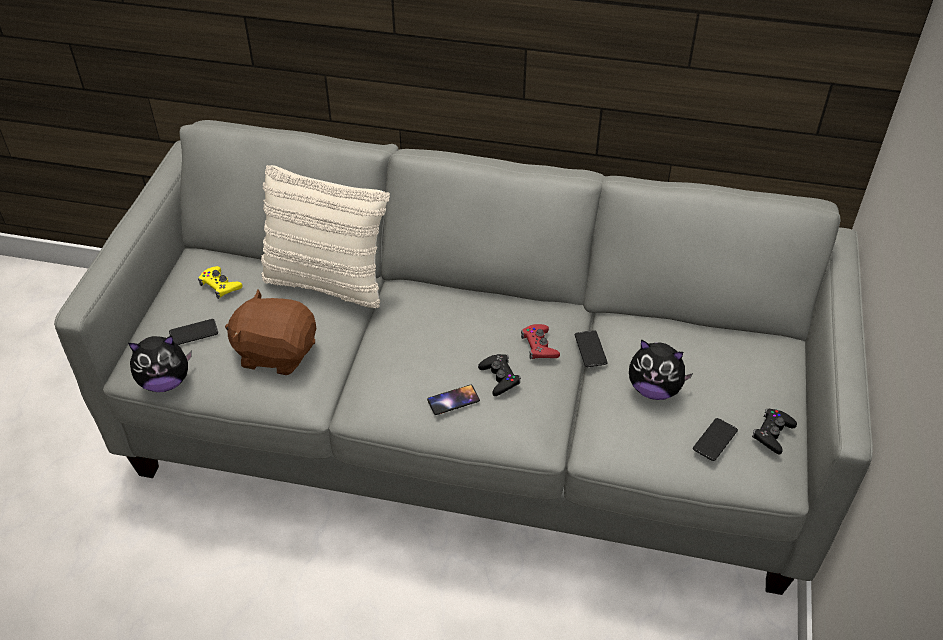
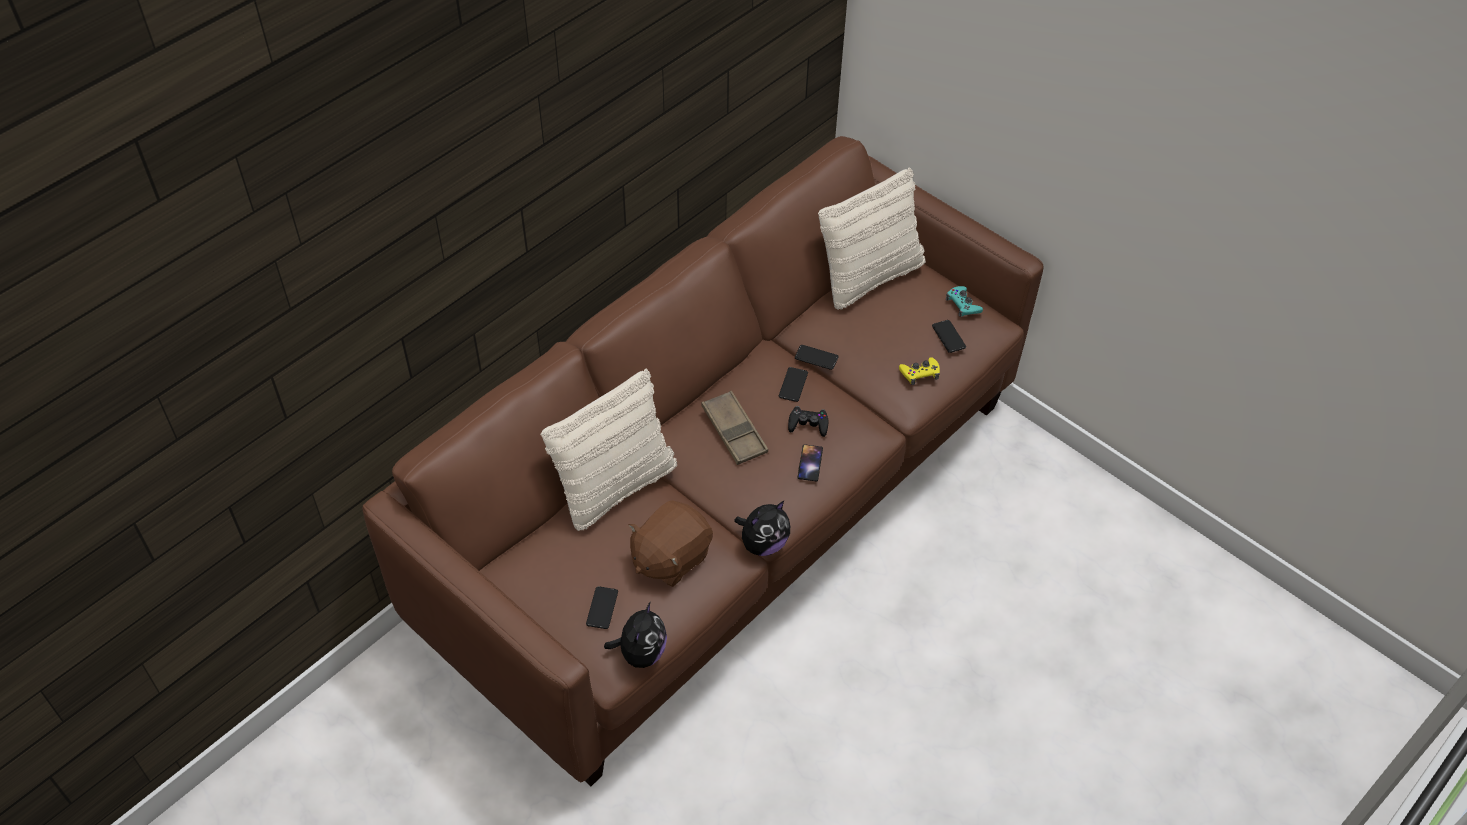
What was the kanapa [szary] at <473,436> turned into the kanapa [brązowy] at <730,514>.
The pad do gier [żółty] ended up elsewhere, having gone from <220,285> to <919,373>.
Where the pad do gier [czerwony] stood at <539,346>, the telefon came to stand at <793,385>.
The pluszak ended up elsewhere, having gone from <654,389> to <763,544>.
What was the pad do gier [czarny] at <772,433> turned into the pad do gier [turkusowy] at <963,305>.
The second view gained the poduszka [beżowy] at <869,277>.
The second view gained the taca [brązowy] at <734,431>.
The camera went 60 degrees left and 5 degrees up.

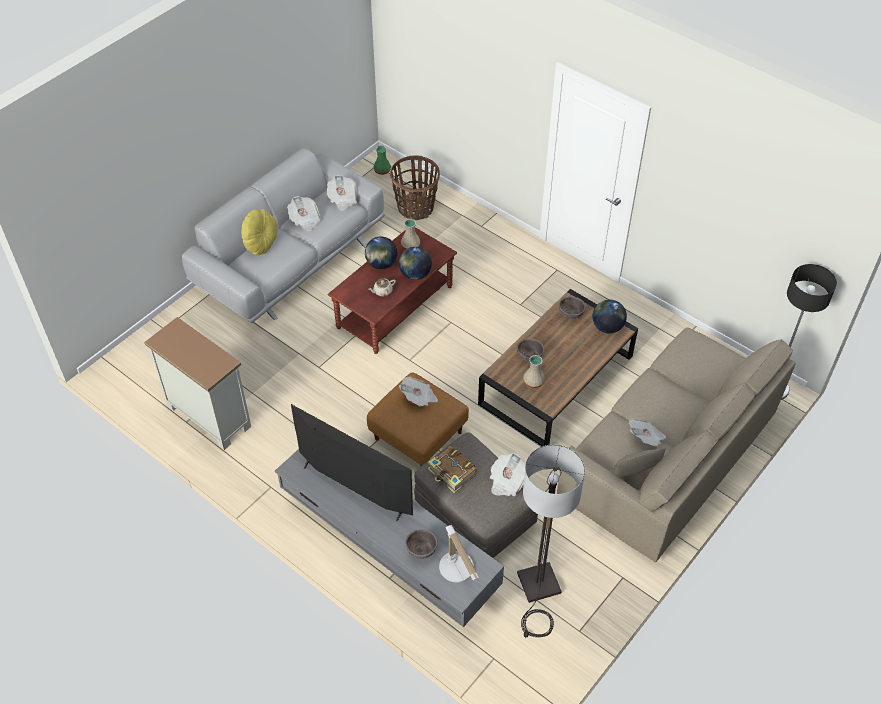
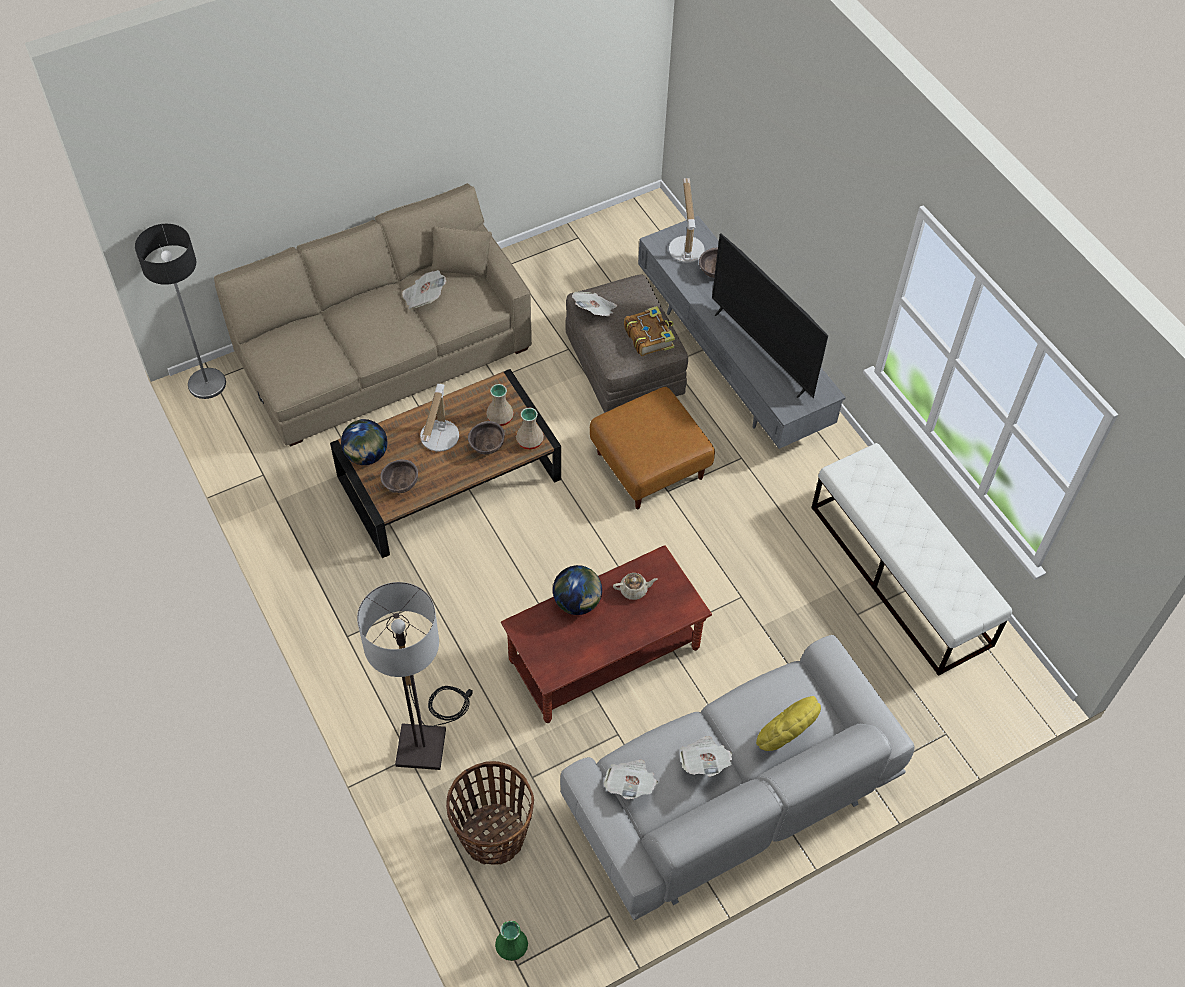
The wazon [beżowy] ended up elsewhere, having gone from <411,246> to <529,441>.
The second view lost the globus at <381,264>.
Where the komoda [biały] stood at <209,416>, the ławka [biały] came to stand at <900,575>.
The second view lost the gazeta at <419,398>.
The lampa stojąca ended up elsewhere, having gone from <538,595> to <429,735>.
The second view gained the lampa stołowa at <438,441>.
The camera went 160 degrees left and 5 degrees up.

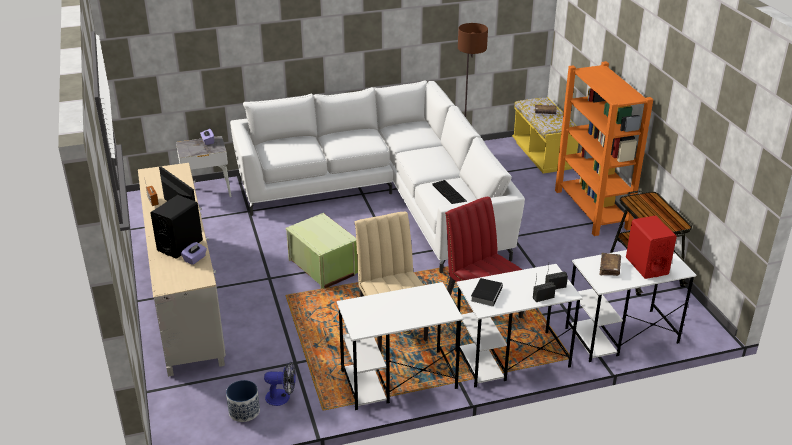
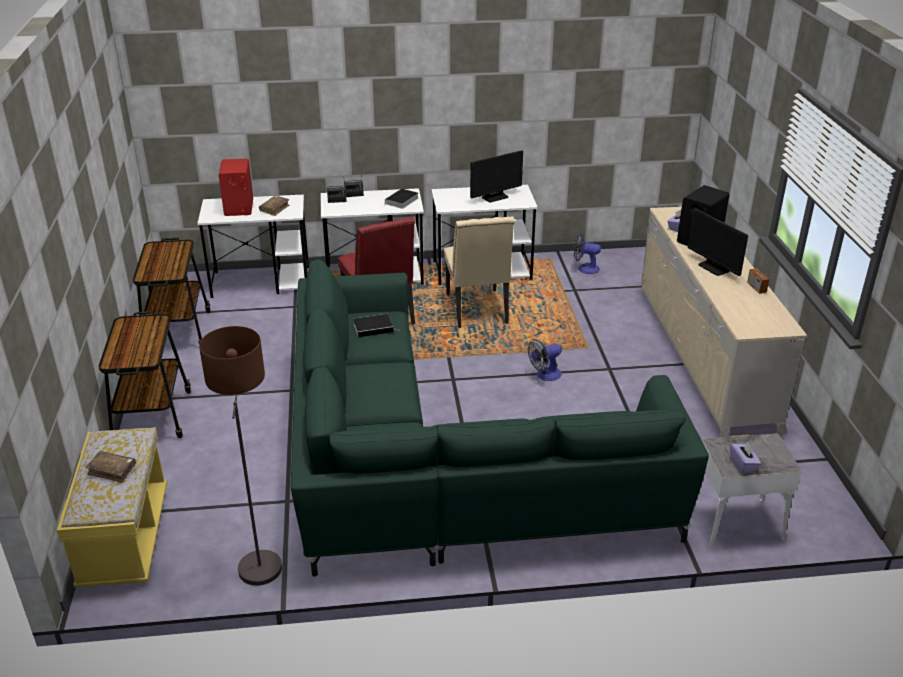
Where the regał [pomarańczowy] stood at <592,209>, the wózek came to stand at <152,418>.
What was the kanapa [biały] at <388,198> turned into the kanapa [zielony] at <436,472>.
Where the klawiatura stood at <450,194>, the książka came to stand at <374,327>.
Where the pojemnik do przechowywania [zielony] stood at <322,267>, the wentylator came to stand at <544,375>.
The second view lost the donica at <244,411>.
The second view gained the monitor at <495,197>.
The camera went 170 degrees left and 0 degrees up.

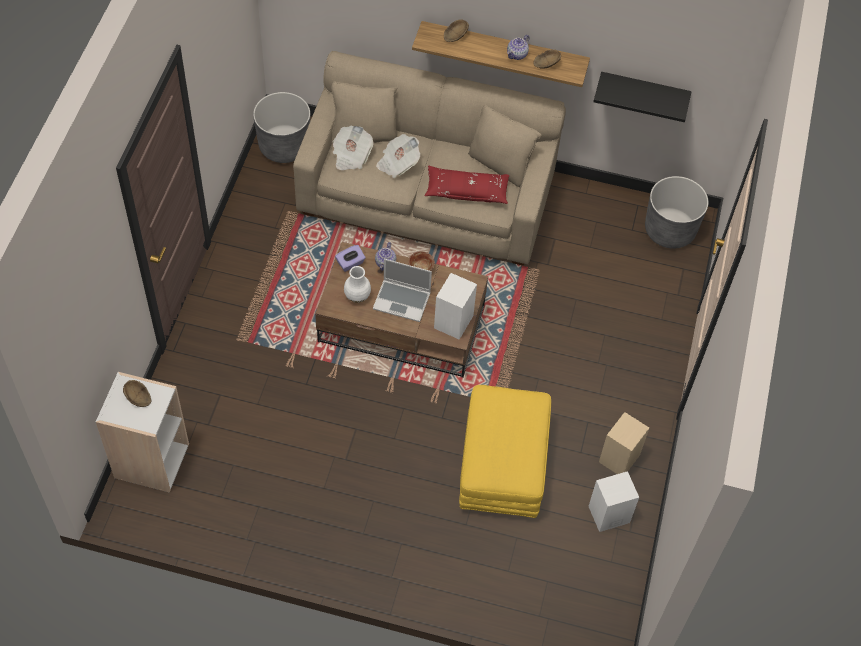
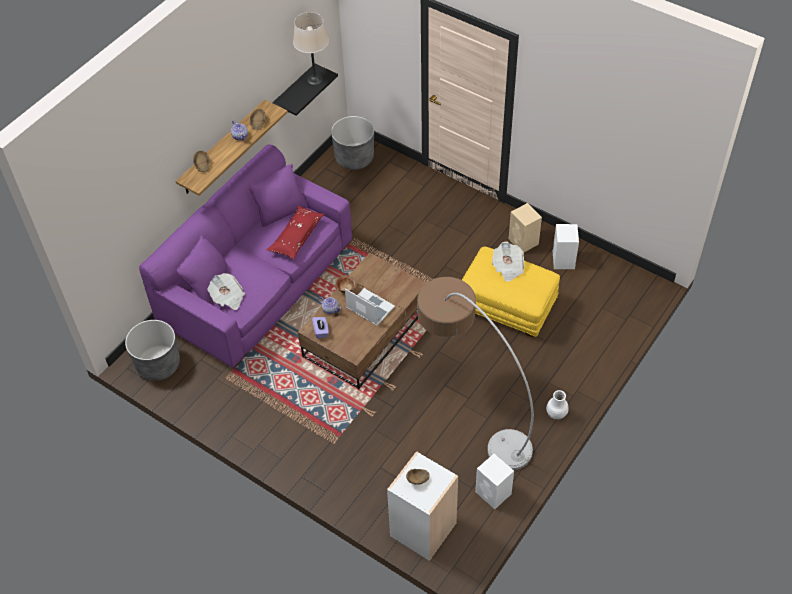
What was the kanapa [beżowy] at <426,198> turned into the kanapa [fioletowy] at <258,286>.
The gazeta ended up elsewhere, having gone from <397,163> to <508,268>.
The laptop at <402,301> ended up facing another way, 90 degrees counterclockwise from before.
The wazon [biały] ended up elsewhere, having gone from <357,296> to <556,413>.
The głośnik [biały] ended up elsewhere, having gone from <453,322> to <494,493>.
The second view gained the lampa stołowa [beżowy] at <315,79>.
The second view gained the lampa stojąca at <471,408>.
The camera went 65 degrees left and 5 degrees down.

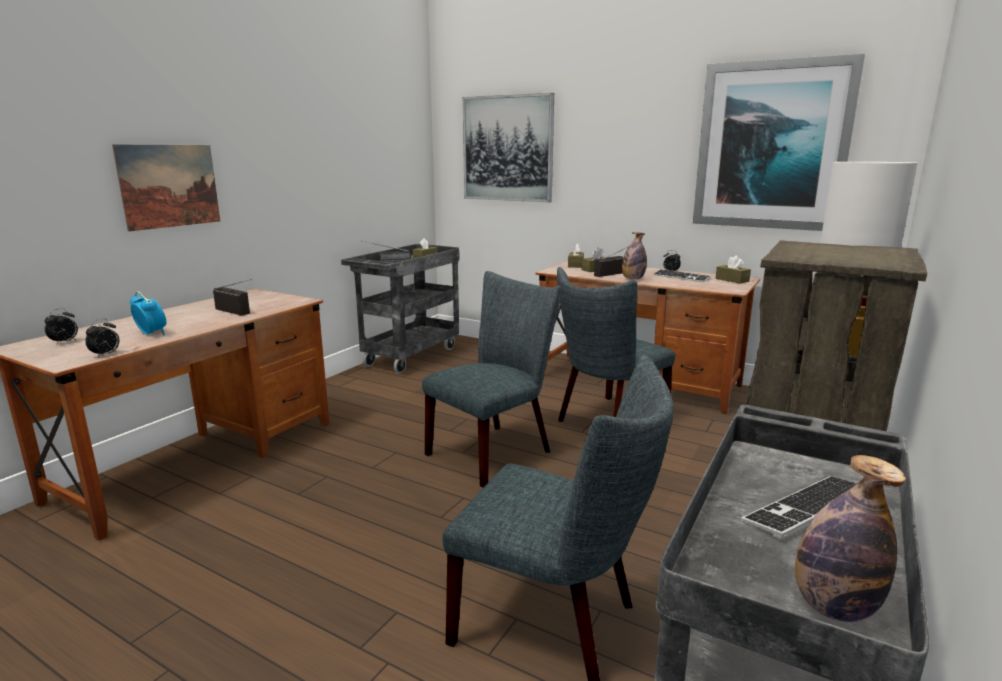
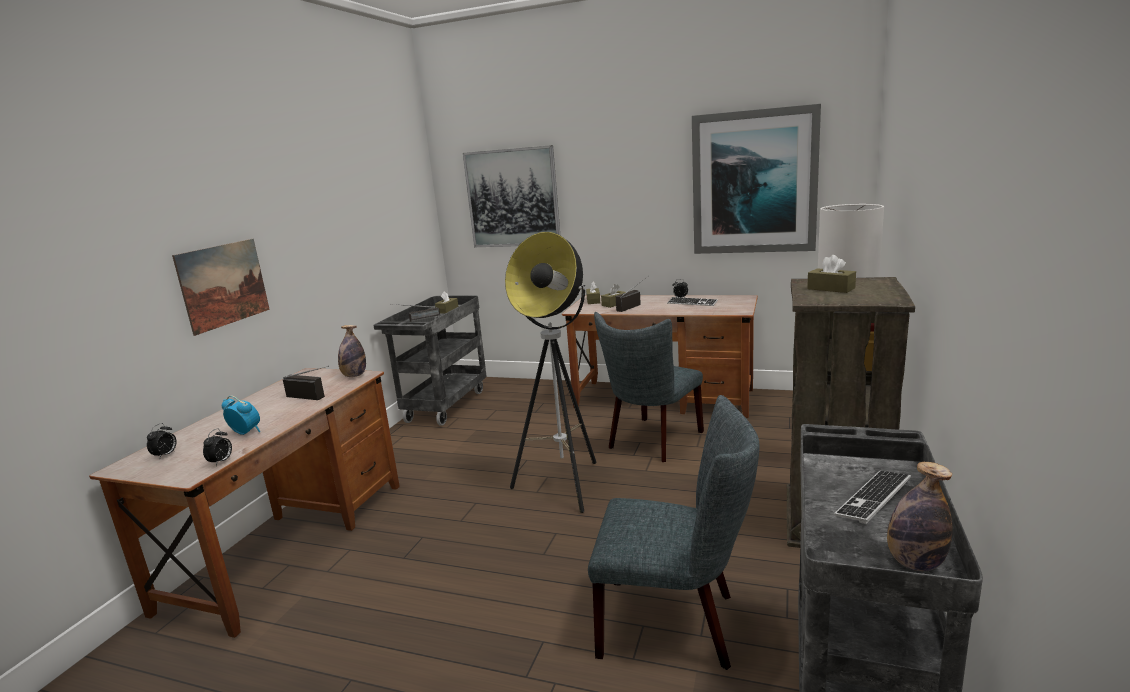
The butelka ended up elsewhere, having gone from <633,279> to <354,376>.
The pudełko chusteczek [brązowy] ended up elsewhere, having gone from <732,280> to <831,288>.
Where the krzesło [szary] stood at <495,451>, the lampa stojąca came to stand at <565,485>.
The camera went 10 degrees left and 0 degrees up.

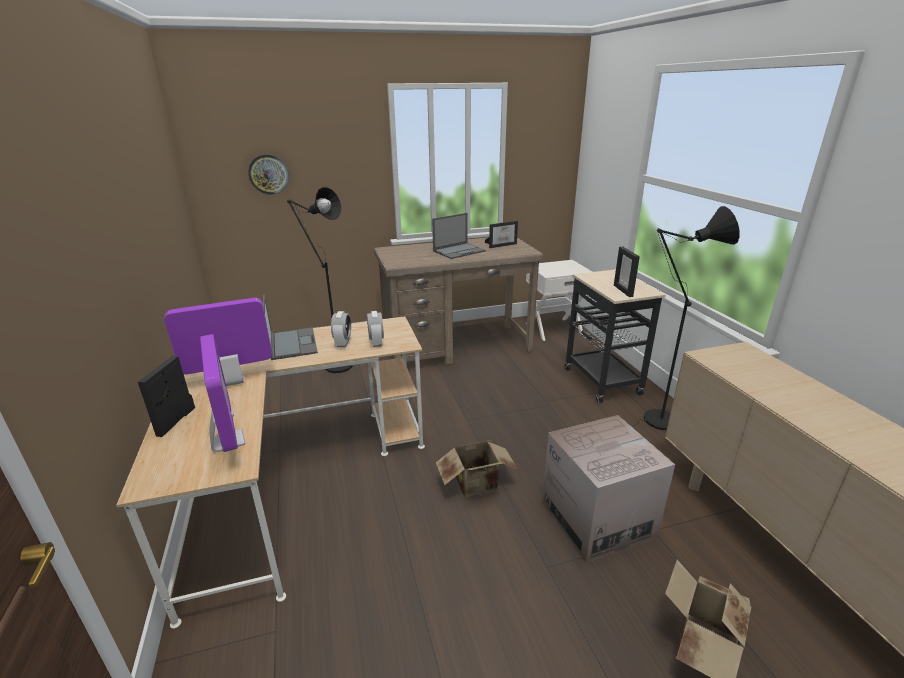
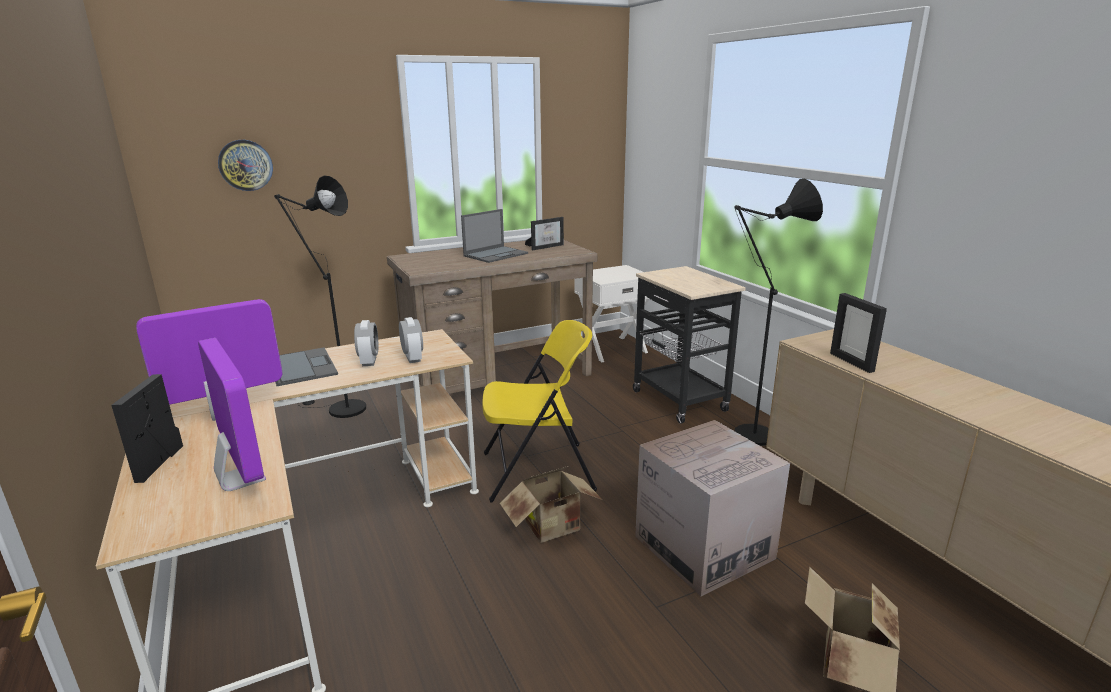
The ramka na zdjęcie ended up elsewhere, having gone from <623,290> to <852,362>.
The second view gained the krzesło [żółty] at <537,471>.
The camera went 10 degrees left and 5 degrees down.

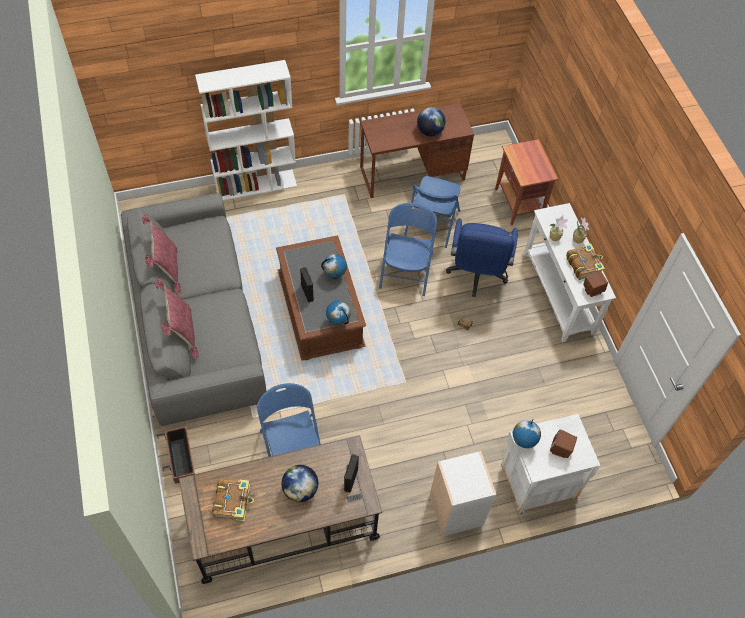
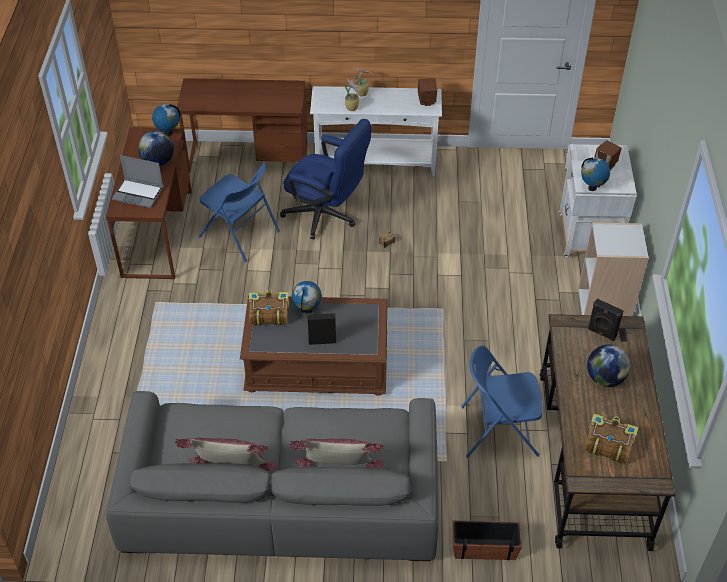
The second view lost the regał [biały] at <256,185>.
Where the szafka nocna stood at <519,204>, the biurko [brązowy] came to stand at <248,158>.
The second view lost the krzesło [niebieski] at <406,271>.
The książka ended up elsewhere, having gone from <583,265> to <268,312>.
The globus ended up elsewhere, having gone from <338,322> to <168,133>.
The second view gained the laptop at <139,193>.
The camera went 70 degrees left and 10 degrees down.

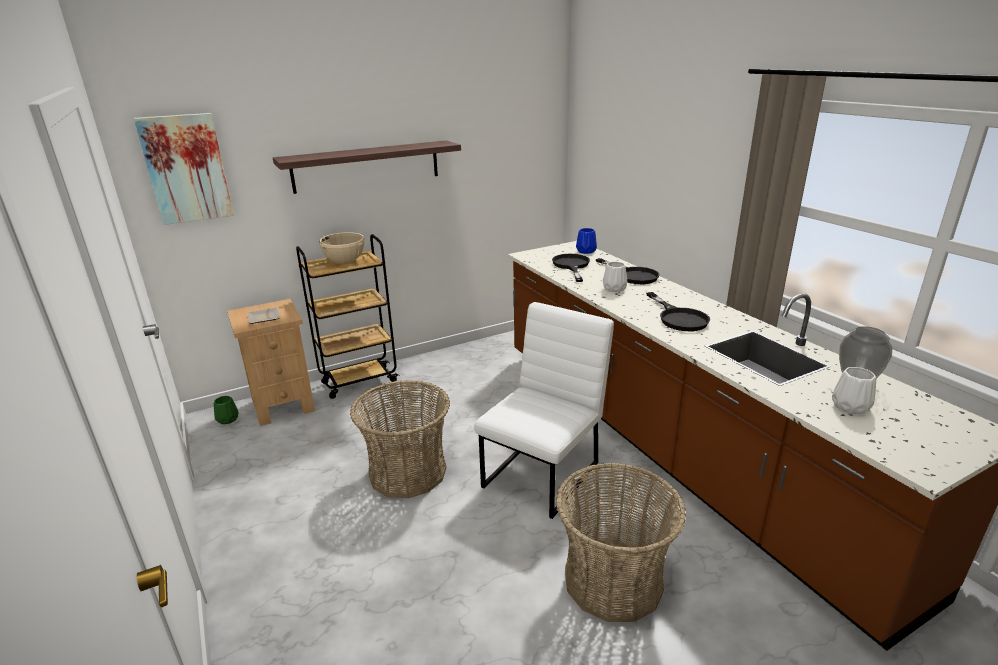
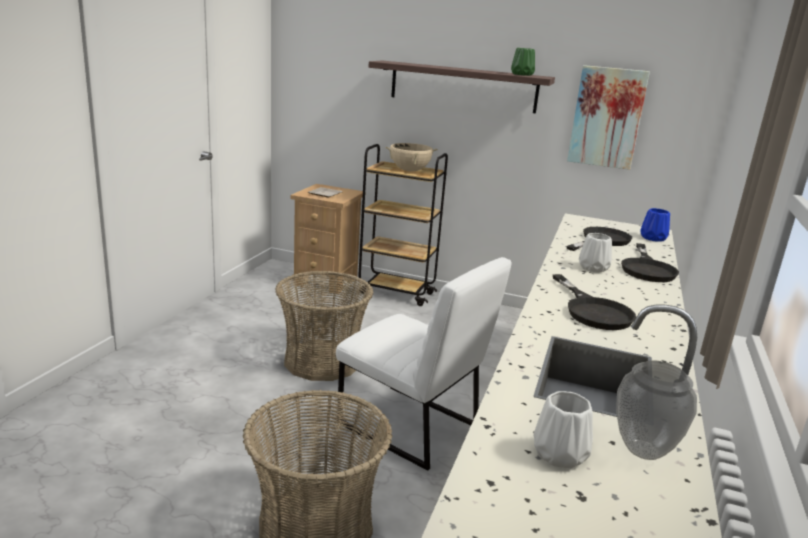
The obraz ended up elsewhere, having gone from <186,169> to <607,117>.
The patelnia [czarny] at <679,318> ended up facing another way, 45 degrees counterclockwise from before.
The krzesło [biały] at <543,473> ended up facing another way, 45 degrees clockwise from before.
The wazon [zielony] ended up elsewhere, having gone from <228,419> to <522,74>.
The camera went 45 degrees right and 5 degrees down.

